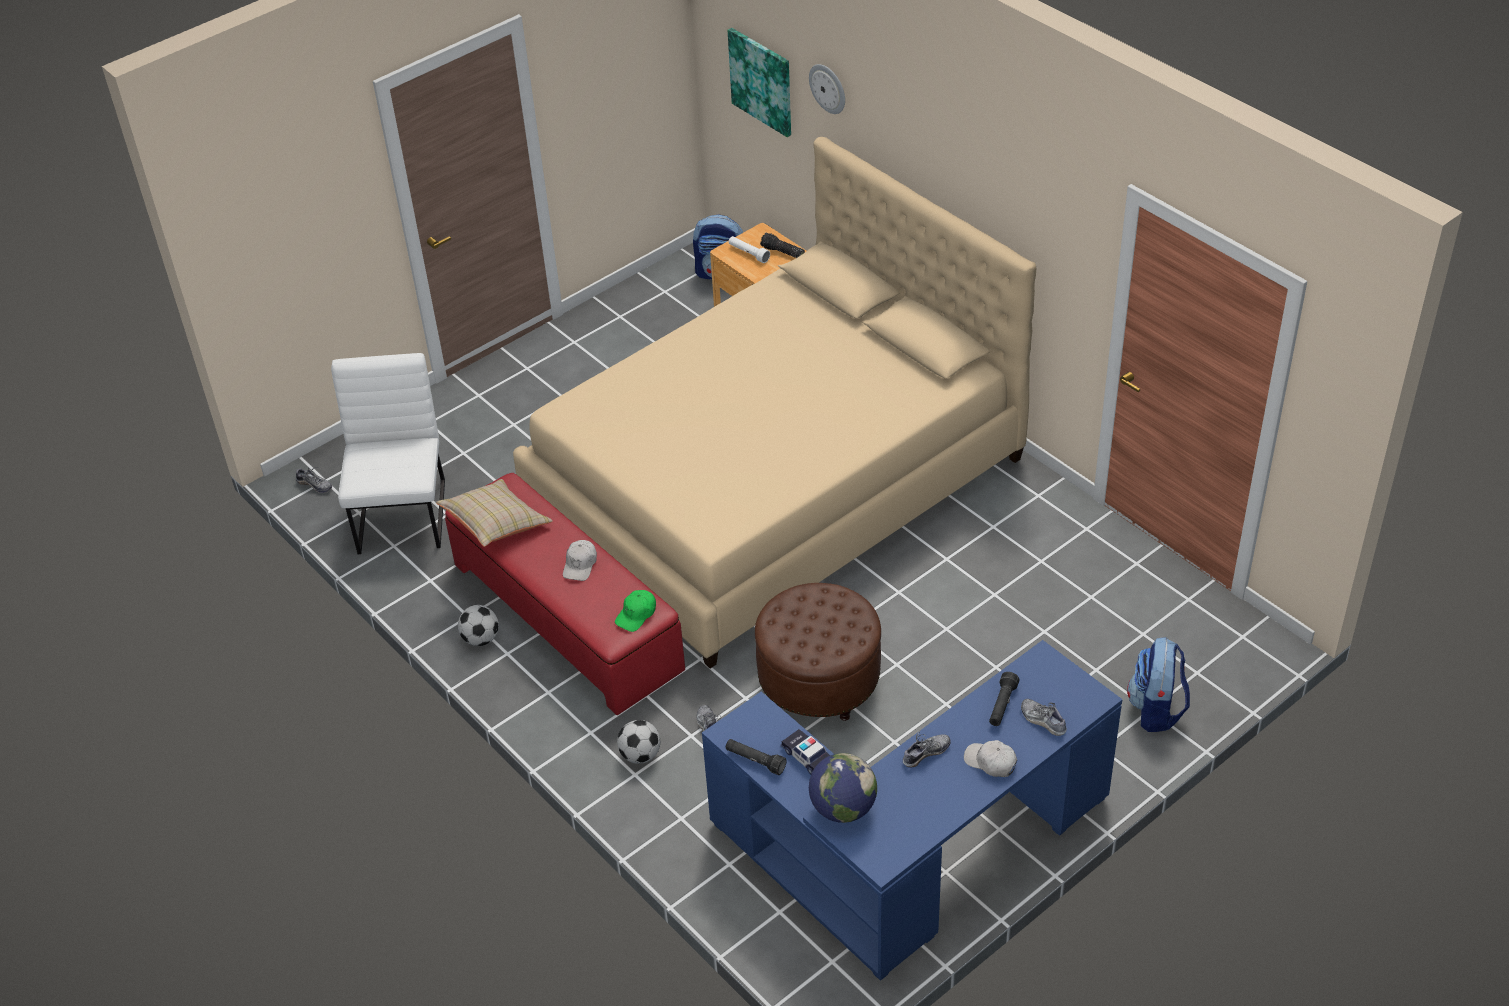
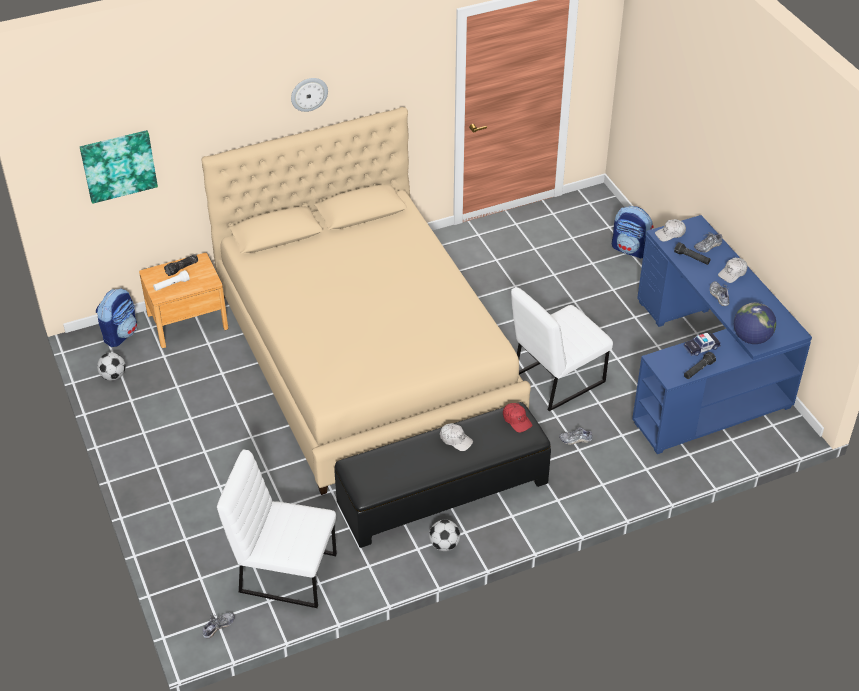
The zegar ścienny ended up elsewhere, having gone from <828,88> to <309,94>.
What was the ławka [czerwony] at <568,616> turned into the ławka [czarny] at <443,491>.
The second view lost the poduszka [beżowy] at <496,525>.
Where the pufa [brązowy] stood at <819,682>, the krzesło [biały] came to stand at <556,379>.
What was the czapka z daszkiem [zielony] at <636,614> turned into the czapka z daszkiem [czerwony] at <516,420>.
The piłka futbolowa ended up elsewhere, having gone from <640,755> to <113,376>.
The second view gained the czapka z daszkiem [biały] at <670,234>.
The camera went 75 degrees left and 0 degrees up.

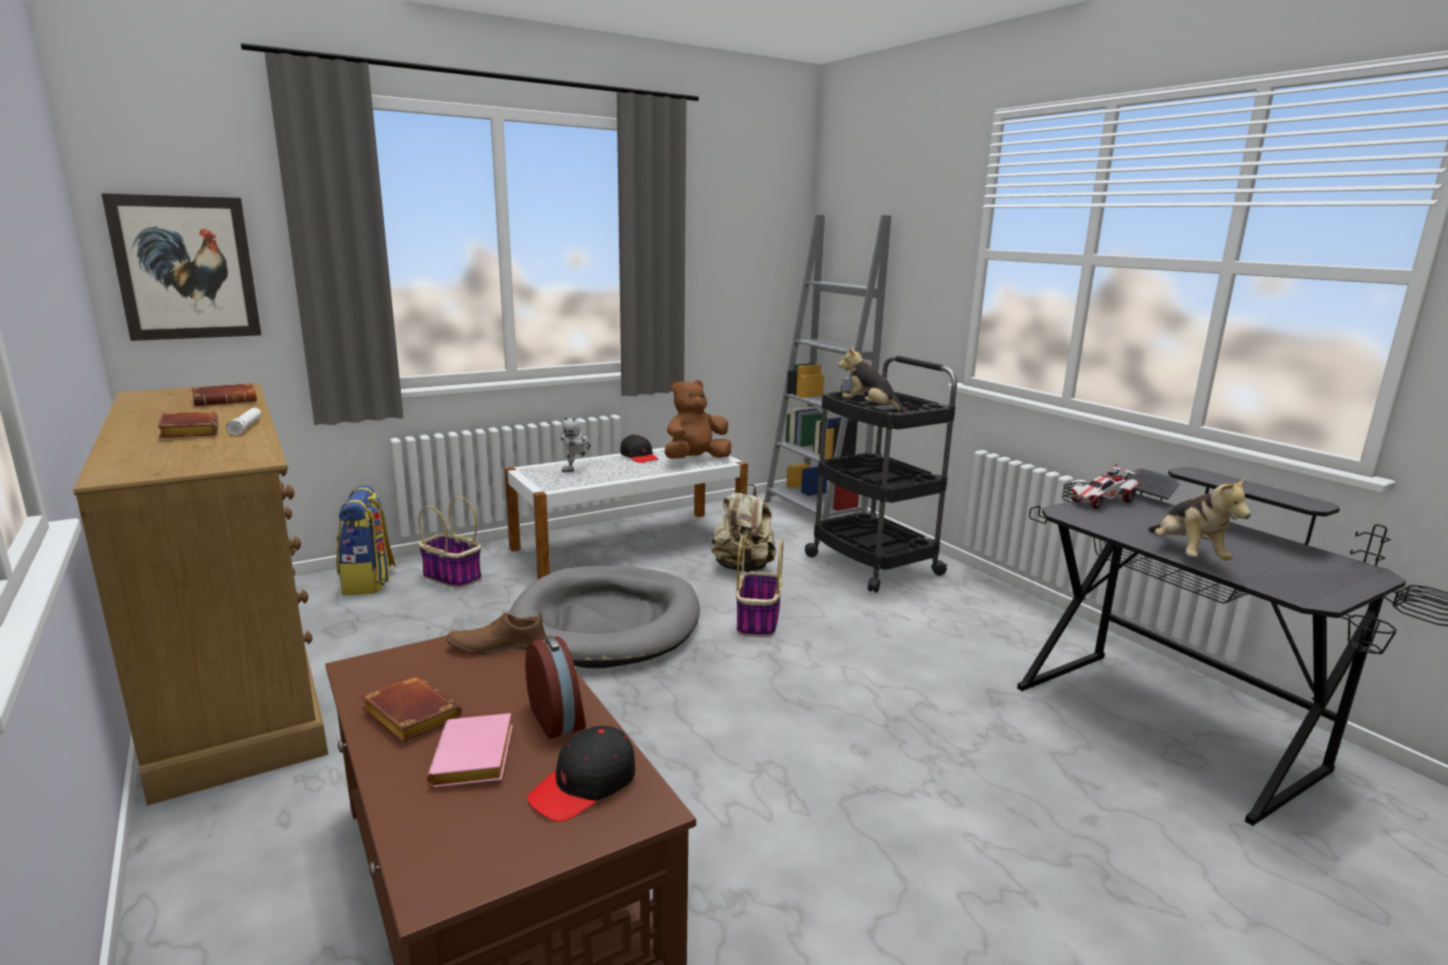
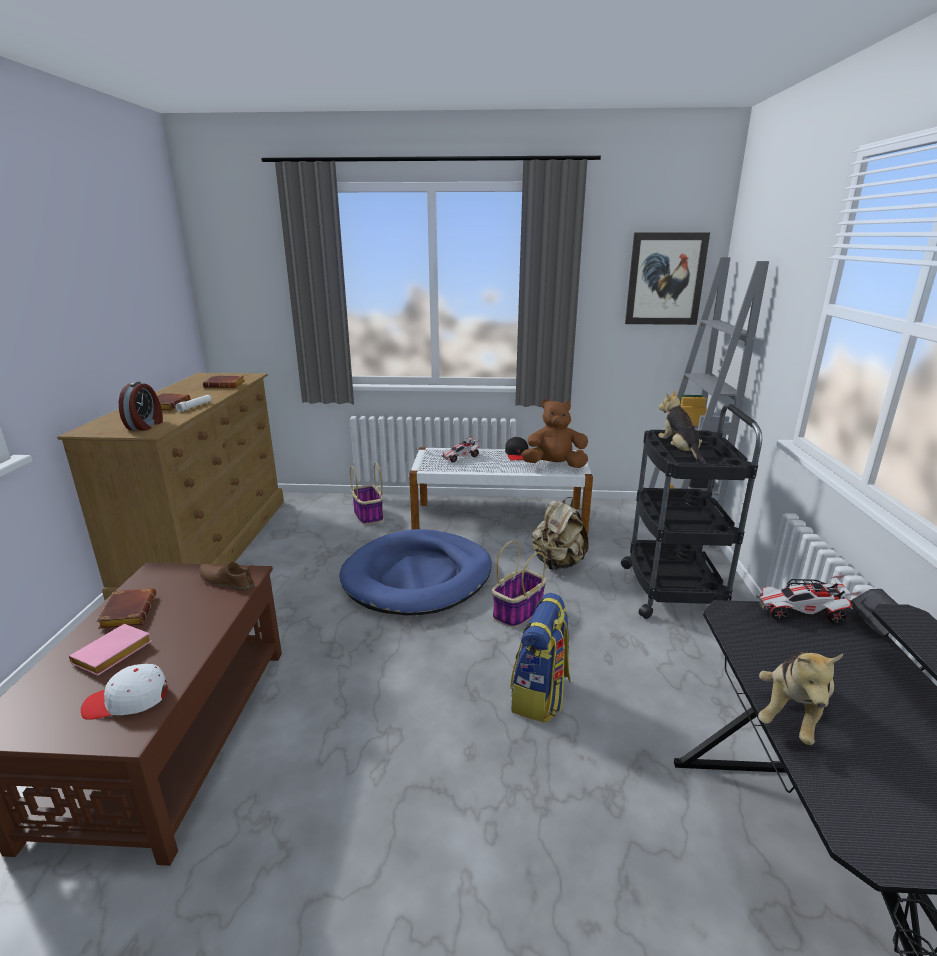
The obraz ended up elsewhere, having gone from <186,268> to <665,279>.
Where the robot zabawkowy stood at <577,470>, the samochodzik came to stand at <460,457>.
The plecak ended up elsewhere, having gone from <369,582> to <540,696>.
What was the legowisko [szary] at <606,622> turned into the legowisko [niebieski] at <418,577>.
The budzik ended up elsewhere, having gone from <558,718> to <146,425>.
What was the czapka z daszkiem [czarny] at <584,785> turned into the czapka z daszkiem [biały] at <127,700>.
The camera went 35 degrees right and 5 degrees up.

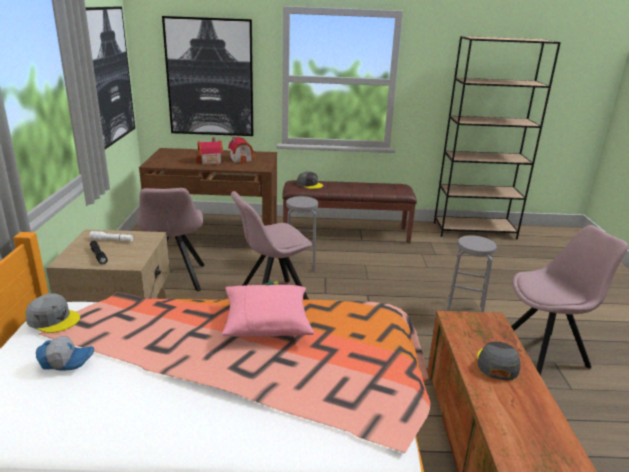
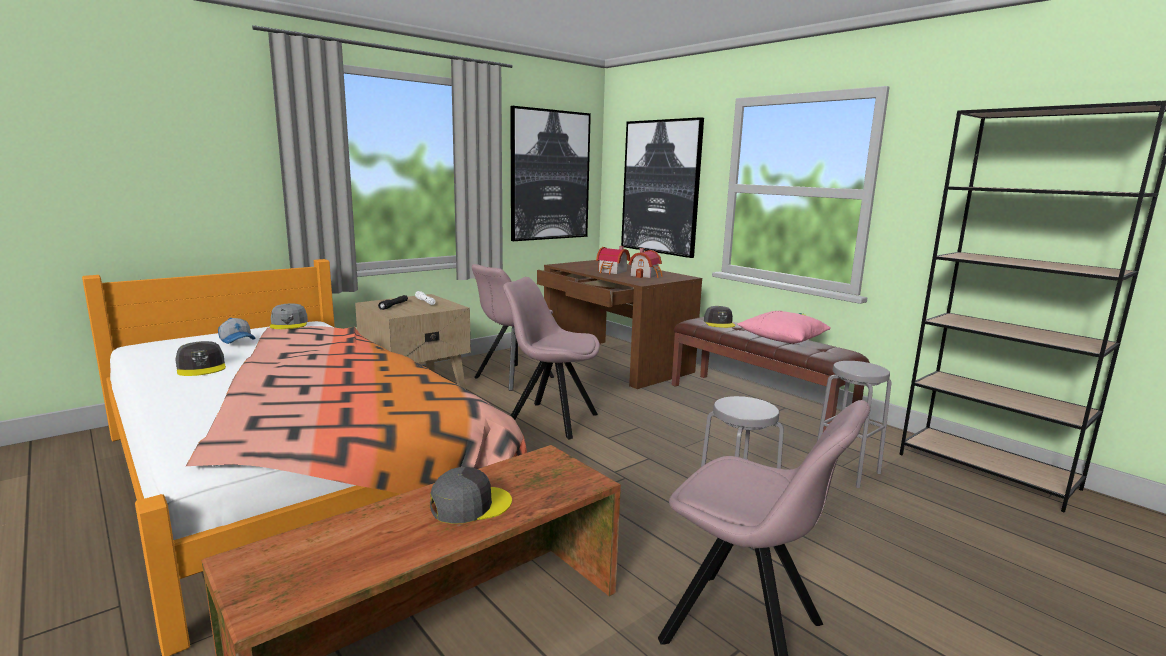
The stołek [szary] ended up elsewhere, having gone from <300,263> to <846,471>.
The poduszka [różowy] ended up elsewhere, having gone from <267,323> to <782,339>.
The second view gained the czapka z daszkiem [szary] at <201,367>.
The camera went 50 degrees right and 10 degrees down.

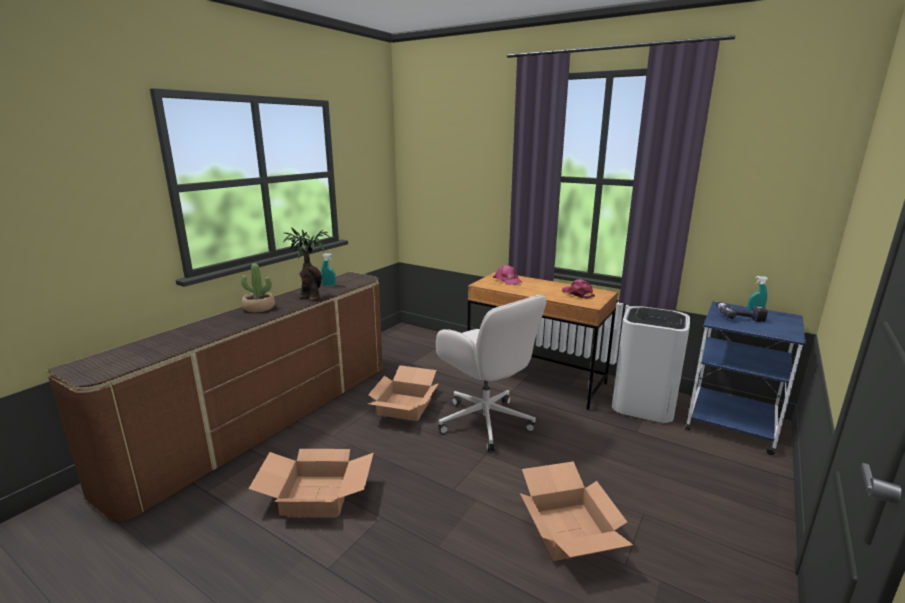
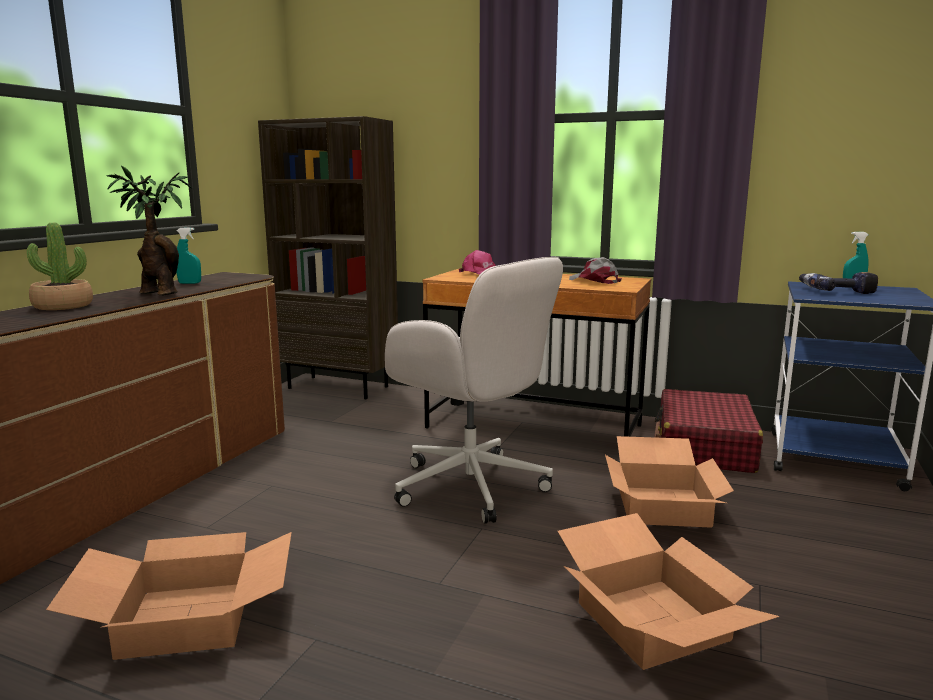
What was the czapka z daszkiem [różowy] at <577,294> turned into the czapka z daszkiem [szary] at <594,281>.
Where the kosz na śmieci [biały] stood at <644,405>, the walizka [czerwony] came to stand at <704,447>.
The karton ended up elsewhere, having gone from <404,406> to <660,505>.
The second view gained the regał [brązowy] at <339,387>.
The camera went 10 degrees left and 5 degrees down.

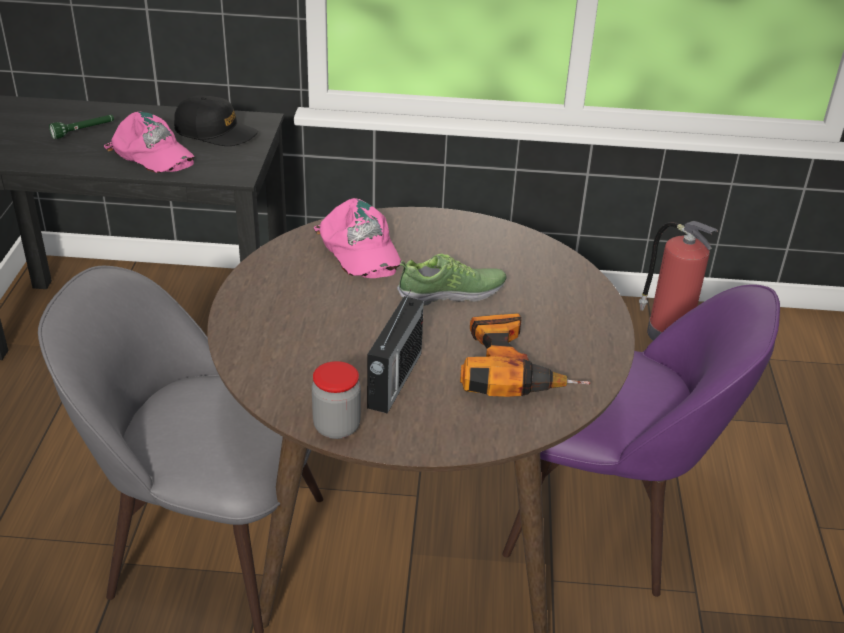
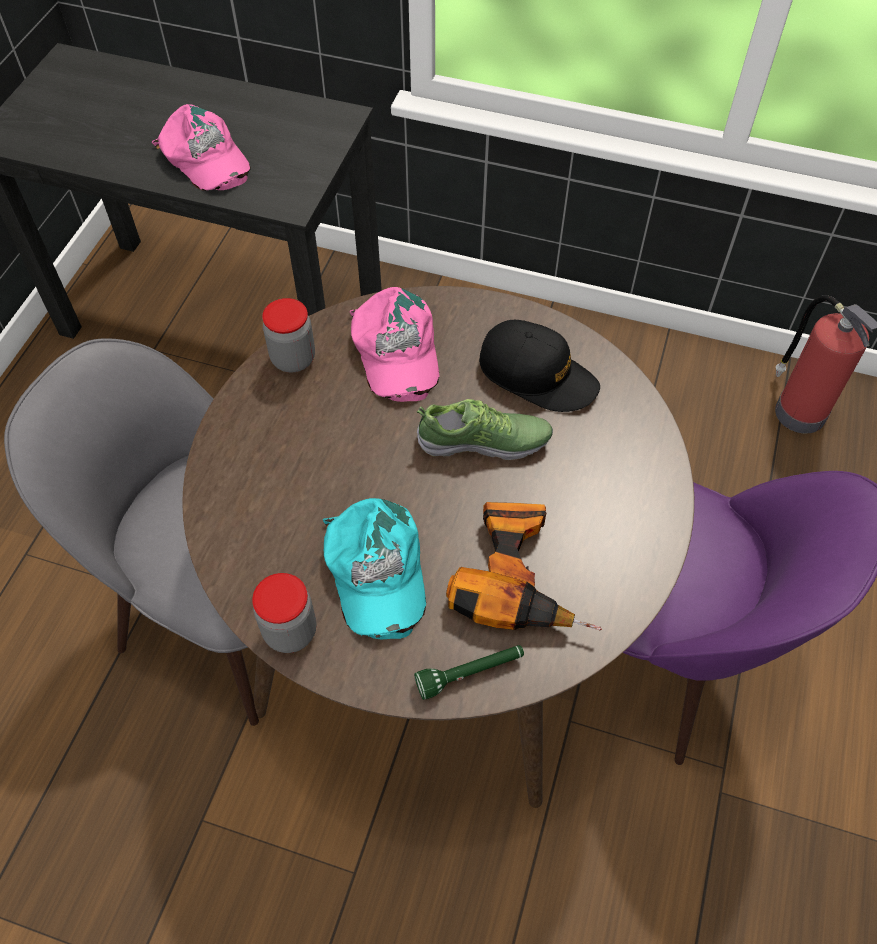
The czapka z daszkiem [czarny] ended up elsewhere, having gone from <216,132> to <537,375>.
The latarka [zielony] ended up elsewhere, having gone from <84,131> to <470,673>.
Where the radio stood at <394,381>, the czapka z daszkiem [turkusowy] came to stand at <375,571>.
The second view gained the słoik at <293,359>.
The camera went 15 degrees right and 20 degrees up.

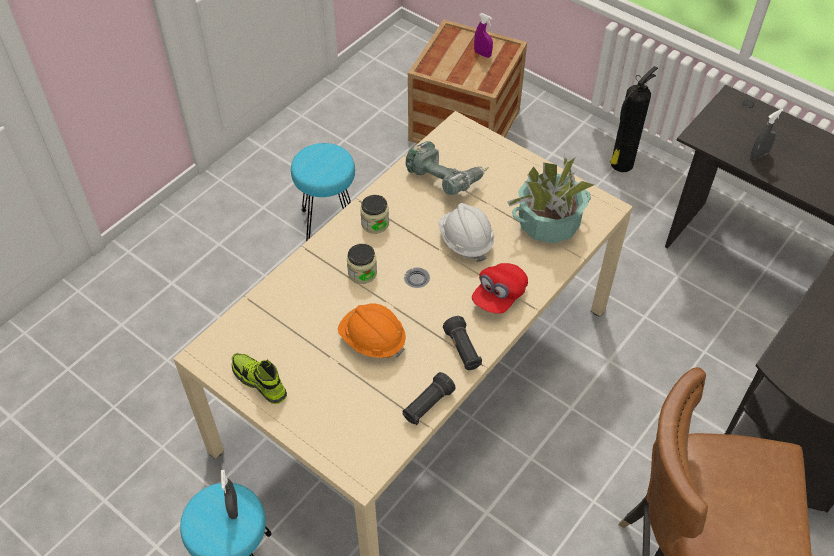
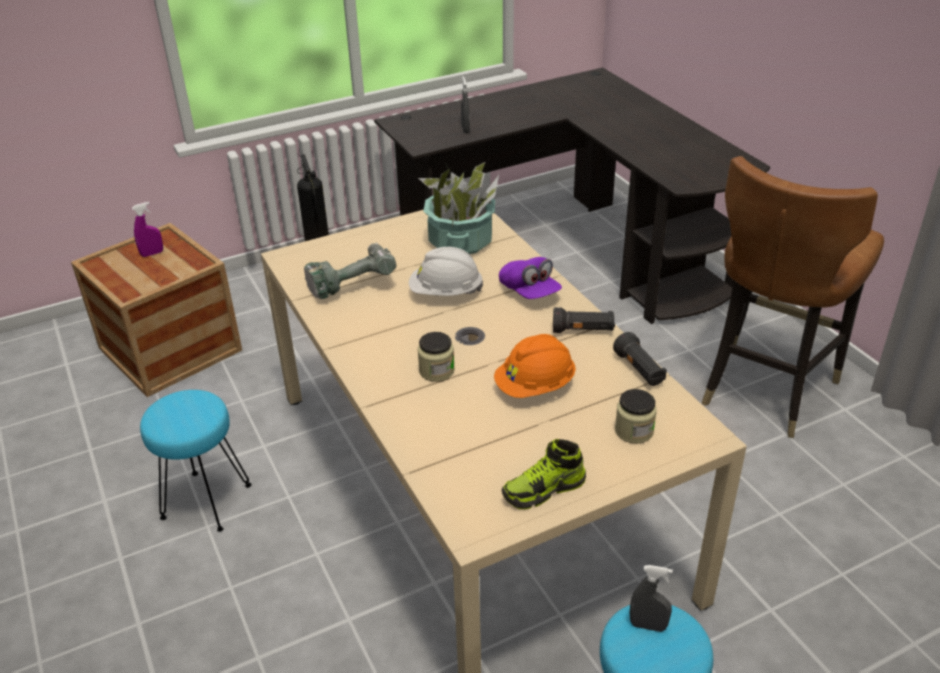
The słoik ended up elsewhere, having gone from <375,223> to <634,431>.
What was the czapka z daszkiem [czerwony] at <499,296> turned into the czapka z daszkiem [fioletowy] at <529,292>.
The camera went 65 degrees left and 15 degrees down.

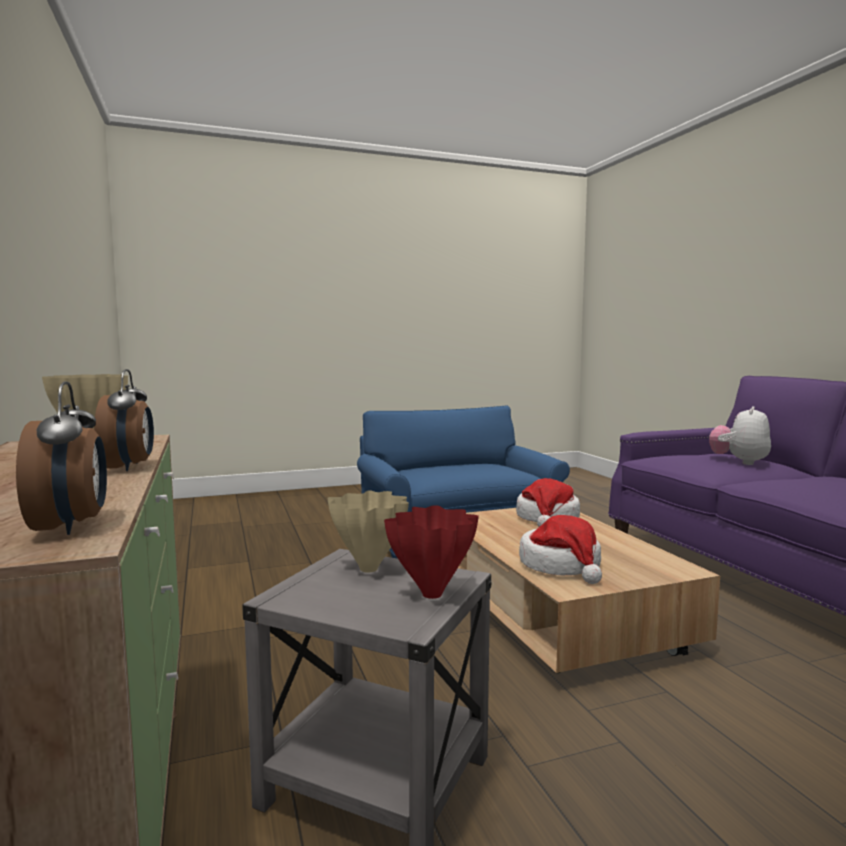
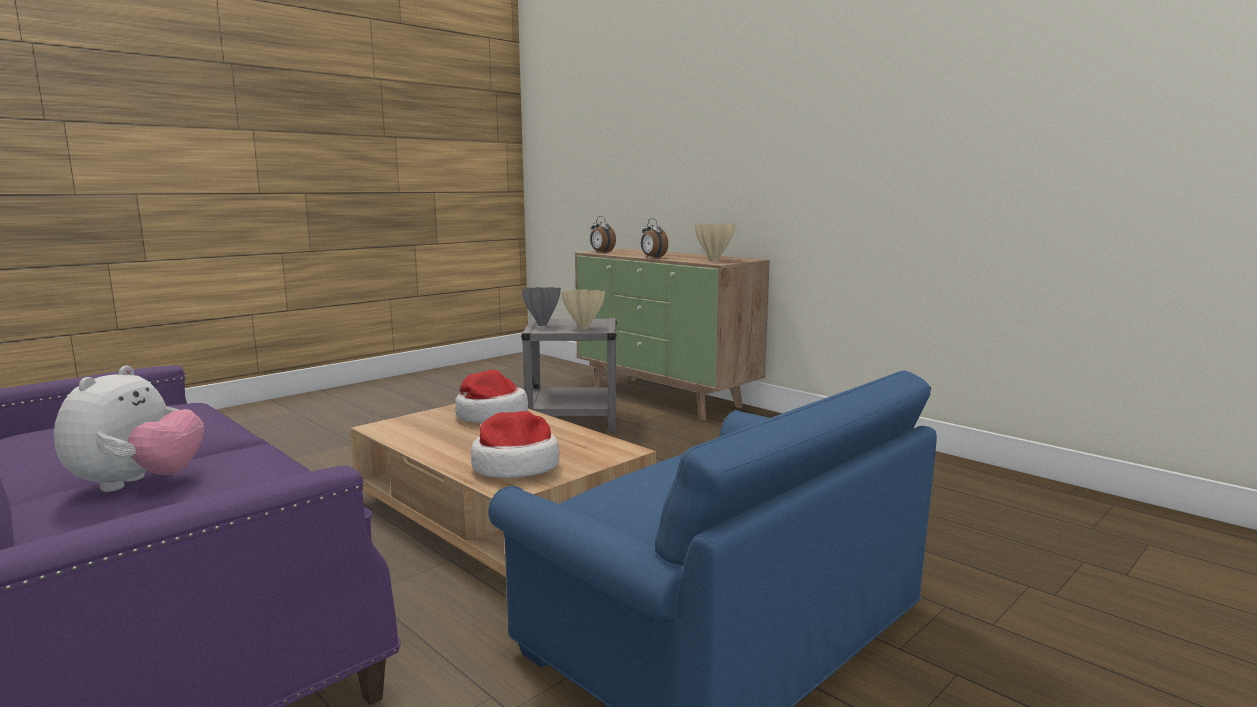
What was the wazon [czerwony] at <434,594> turned into the wazon [szary] at <541,325>.
The camera went 155 degrees right and 5 degrees up.

